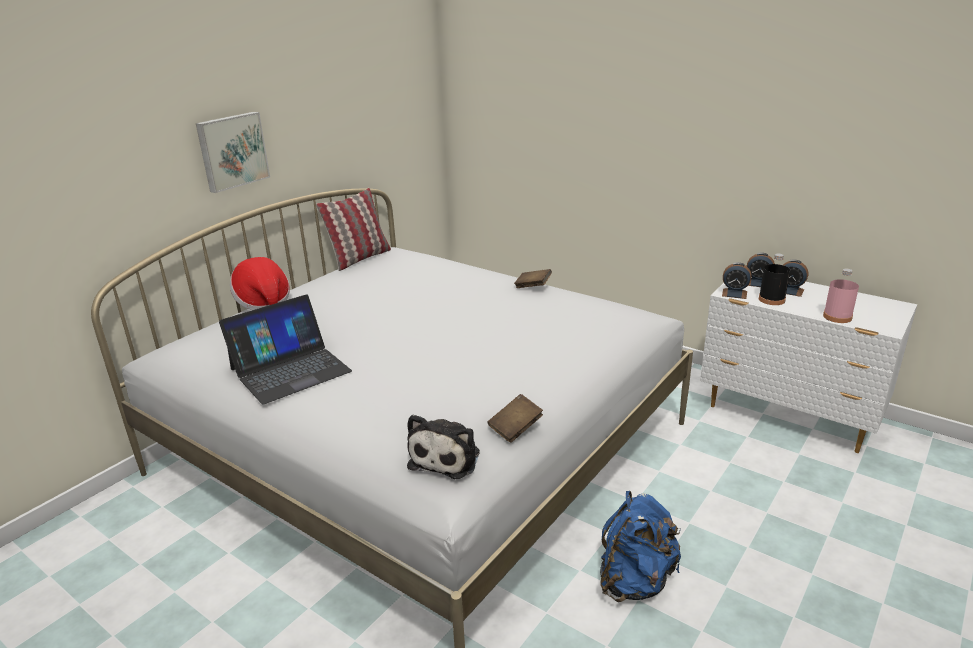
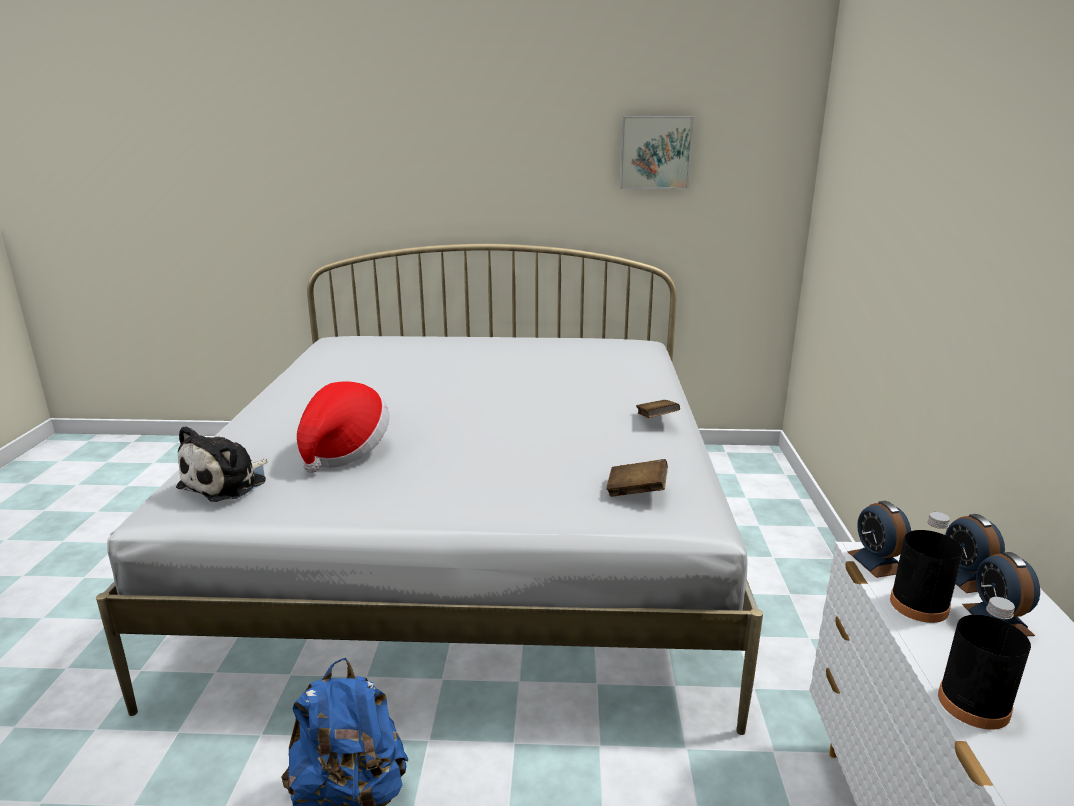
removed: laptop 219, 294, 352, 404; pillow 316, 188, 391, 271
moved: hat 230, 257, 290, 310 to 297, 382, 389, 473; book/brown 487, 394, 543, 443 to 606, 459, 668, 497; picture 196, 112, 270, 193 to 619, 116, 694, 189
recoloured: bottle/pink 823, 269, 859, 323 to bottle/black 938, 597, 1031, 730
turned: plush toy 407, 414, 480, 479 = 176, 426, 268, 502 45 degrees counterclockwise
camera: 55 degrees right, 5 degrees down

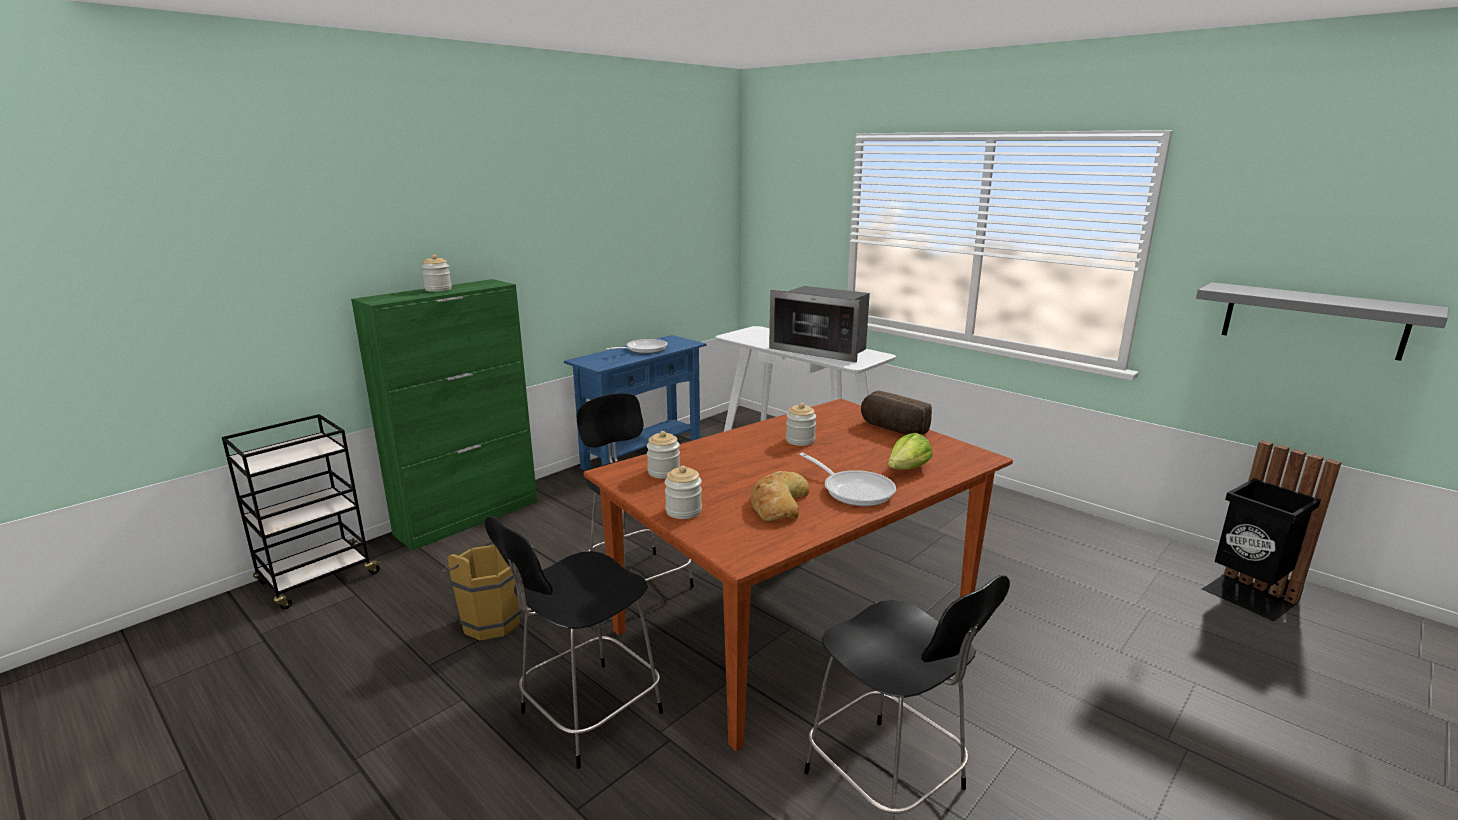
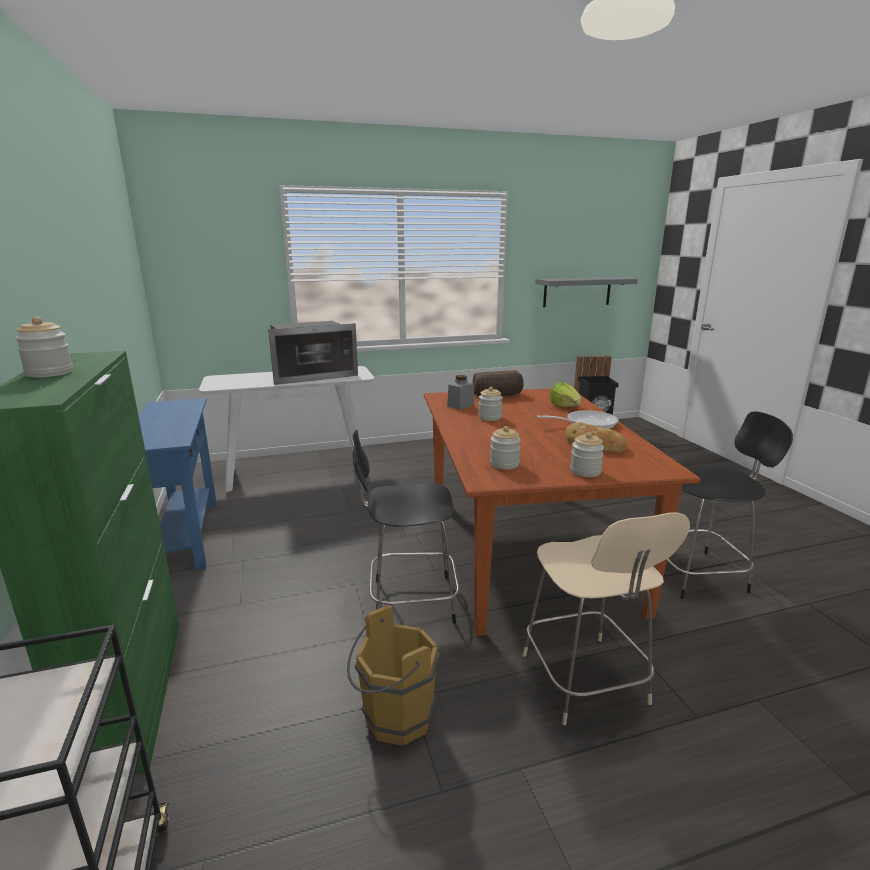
removed: frying pan 606, 339, 668, 353
added: jar/grey 447, 375, 474, 410
recoloured: chair/black 485, 516, 663, 769 to chair/beige 523, 513, 690, 725
camera: 60 degrees left, 0 degrees up

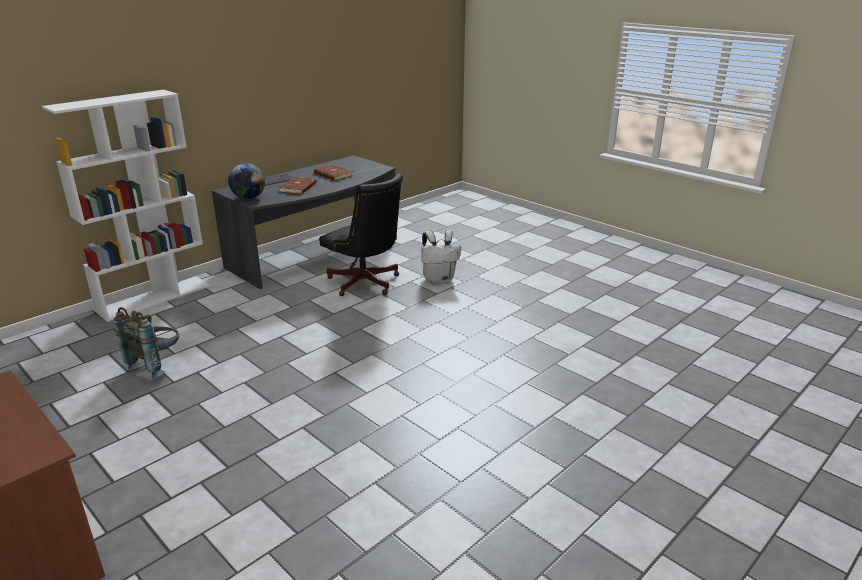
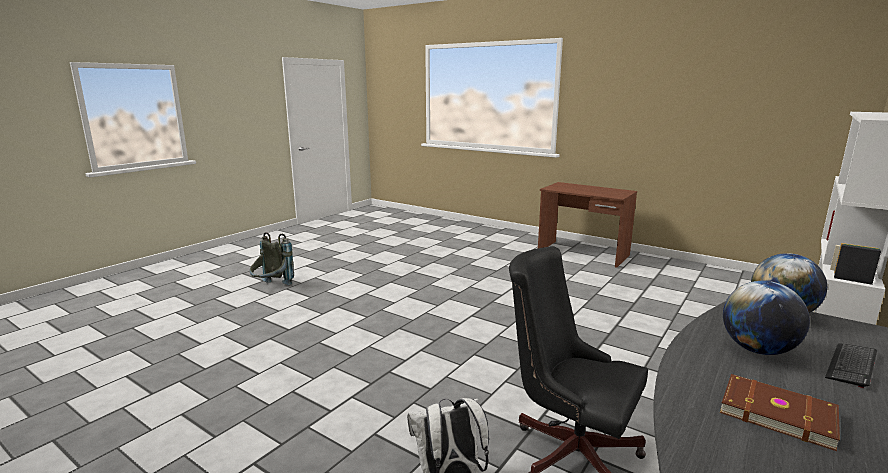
moved: backpack/grey 114, 307, 180, 379 to 250, 232, 294, 285
replaced: book/brown 279, 177, 317, 194 to globe 723, 281, 810, 355
camera: 170 degrees right, 10 degrees down

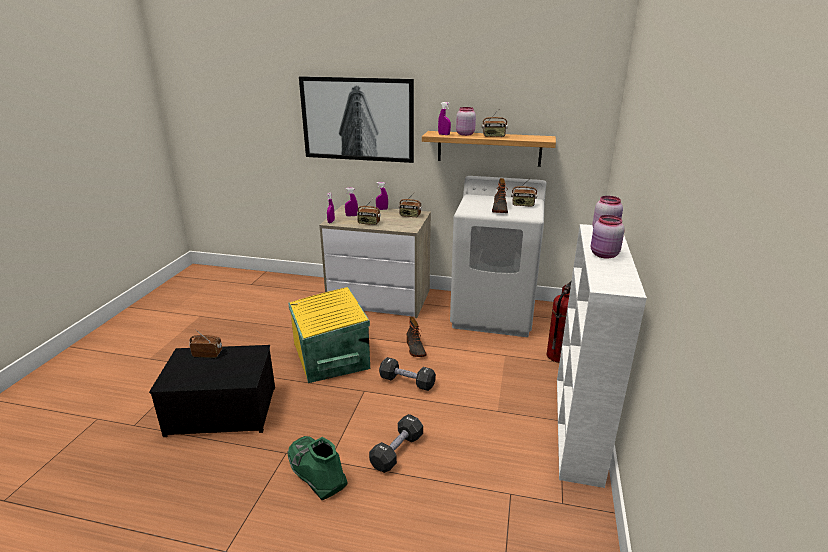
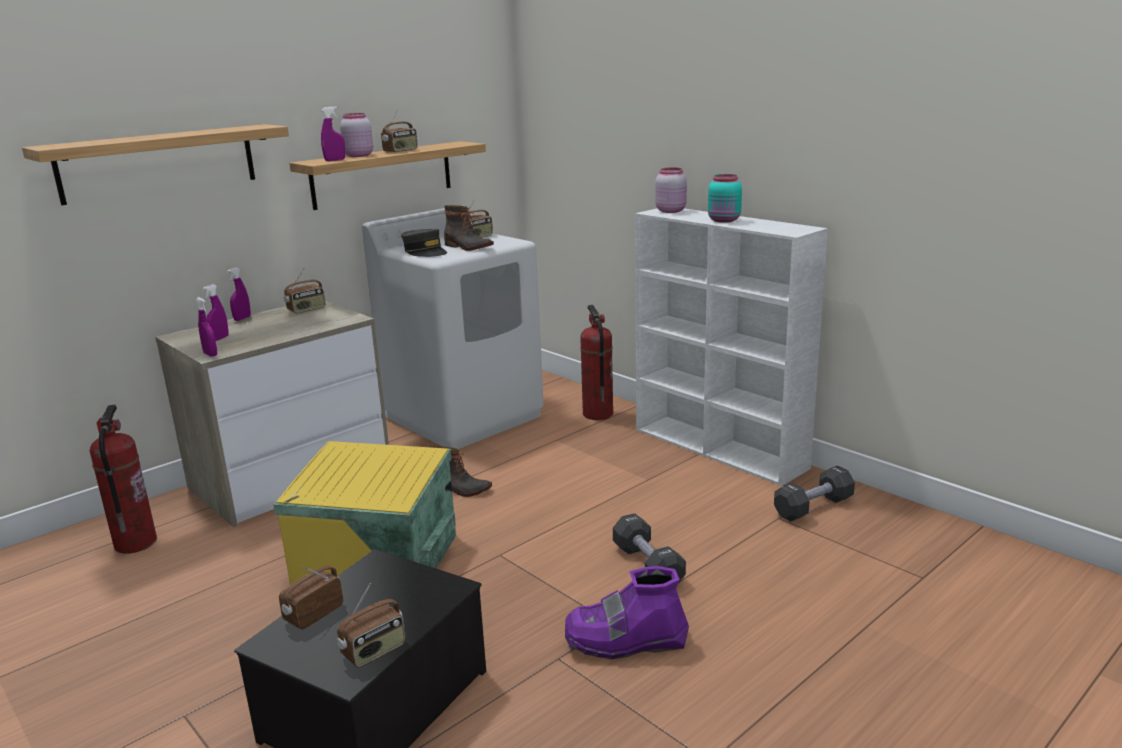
added: fire extinguisher 90, 405, 157, 554; cap/grey 401, 229, 447, 257
moved: radio 357, 199, 381, 225 to 337, 583, 406, 668; dumbbell/black 379, 357, 436, 391 to 774, 466, 855, 522
replaced: picture 299, 76, 414, 163 to shelf 22, 124, 289, 205
recoloured: boot/green 287, 436, 347, 500 to boot/purple 565, 566, 689, 659; jar/pink 591, 215, 625, 259 to jar/turquoise 708, 174, 742, 223
camera: 55 degrees left, 5 degrees down

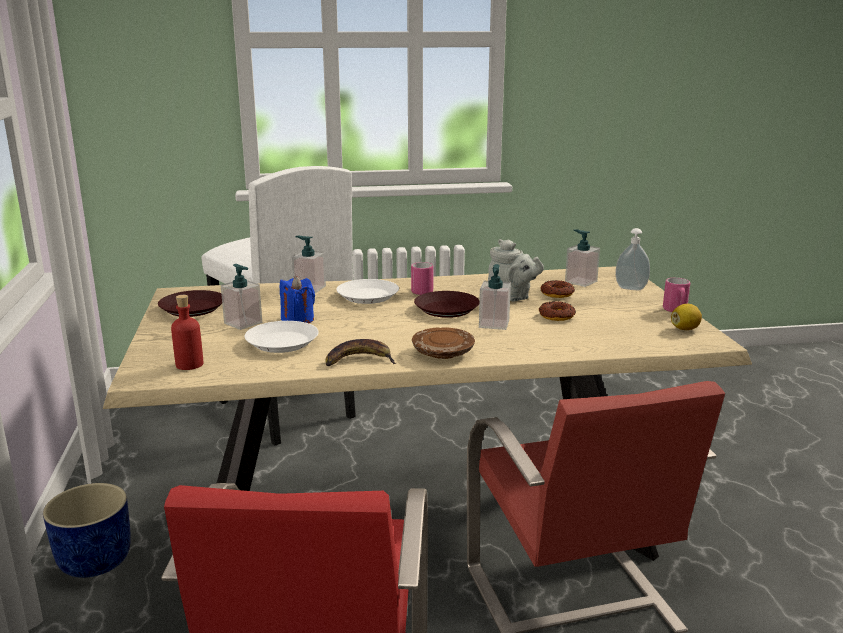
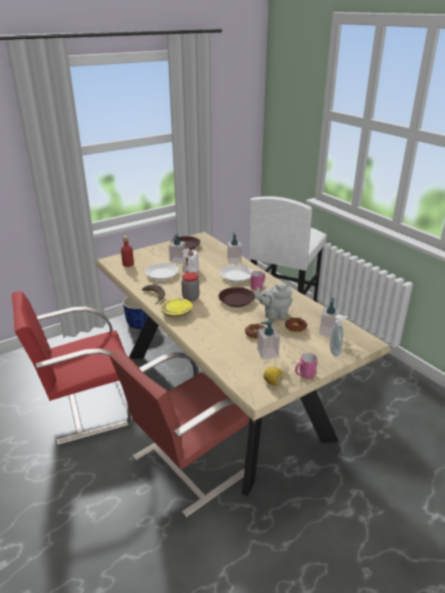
added: jar 181, 272, 199, 301
moved: soap dispenser 479, 264, 511, 330 to 257, 321, 280, 360
recoloured: plate/brown 412, 327, 475, 359 to plate/yellow 160, 298, 193, 317; candle/blue 280, 276, 315, 323 to candle/white 183, 248, 199, 273
turned: teapot/grey 488, 239, 544, 301 = 254, 283, 293, 319 75 degrees clockwise
camera: 65 degrees right, 10 degrees up

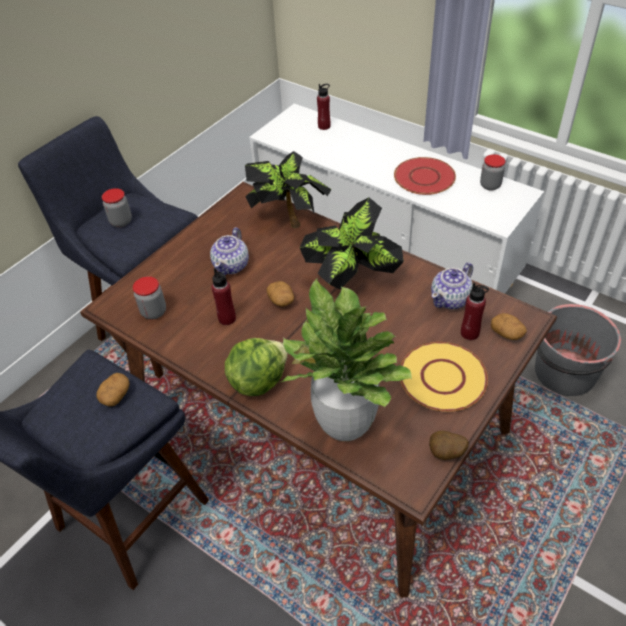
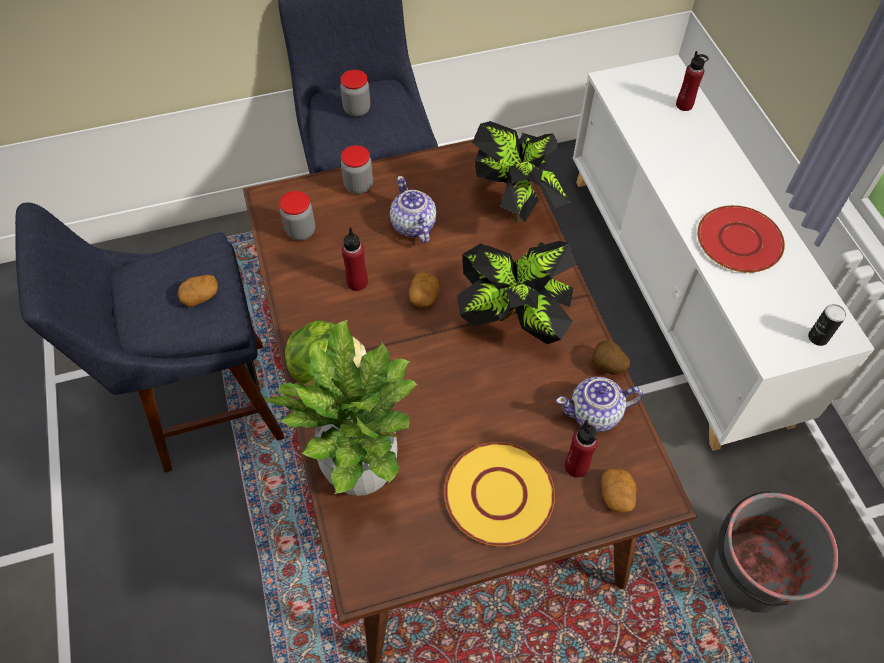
added: can 808, 304, 846, 346
moved: jar 480, 154, 505, 191 to 341, 145, 373, 194; potato 429, 431, 469, 460 to 592, 341, 630, 375
turned: teapot 210, 227, 249, 275 = 390, 176, 437, 243 105 degrees clockwise
camera: 35 degrees right, 10 degrees up

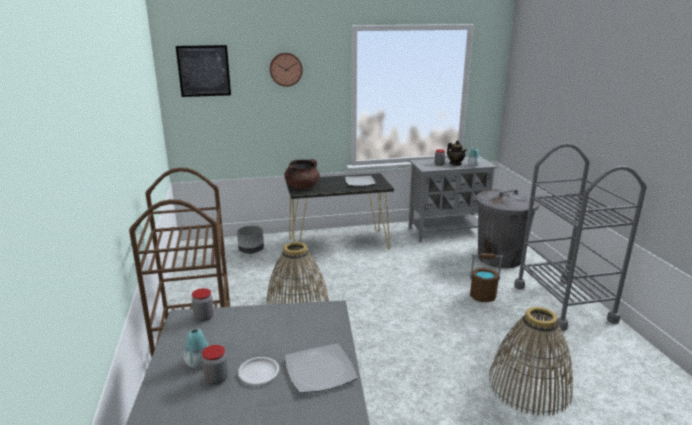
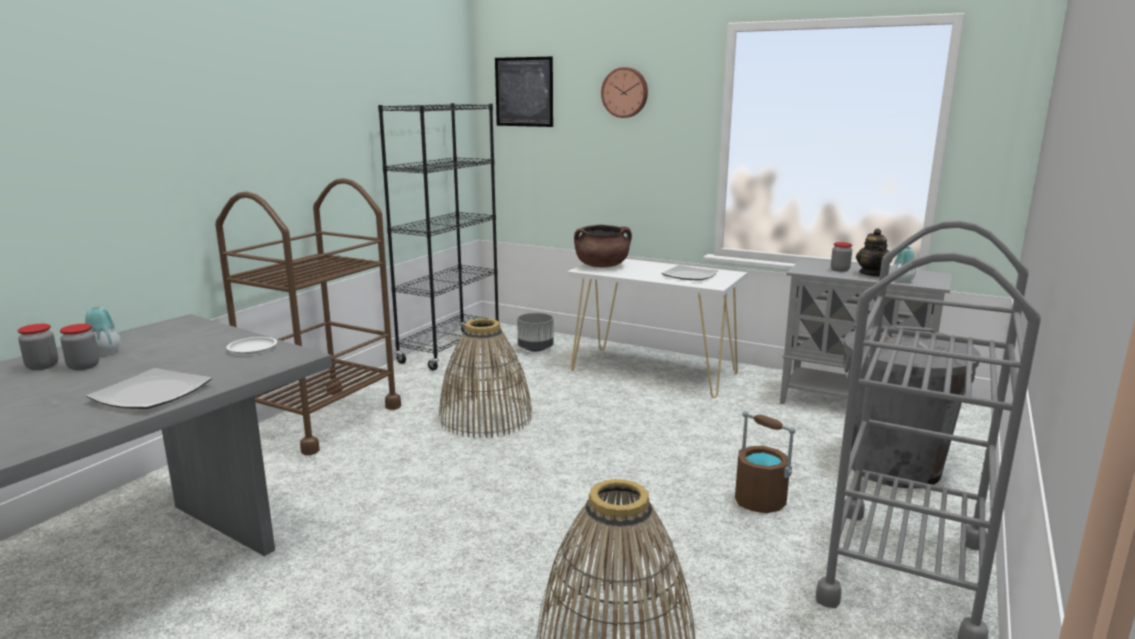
added: bookcase/black 378, 103, 499, 370
moved: jar 192, 288, 214, 321 to 18, 324, 58, 370; plate/white 238, 357, 279, 384 to 227, 337, 277, 354
recoloured: console table/black 286, 173, 394, 250 to console table/white 567, 259, 748, 398
camera: 40 degrees right, 5 degrees down

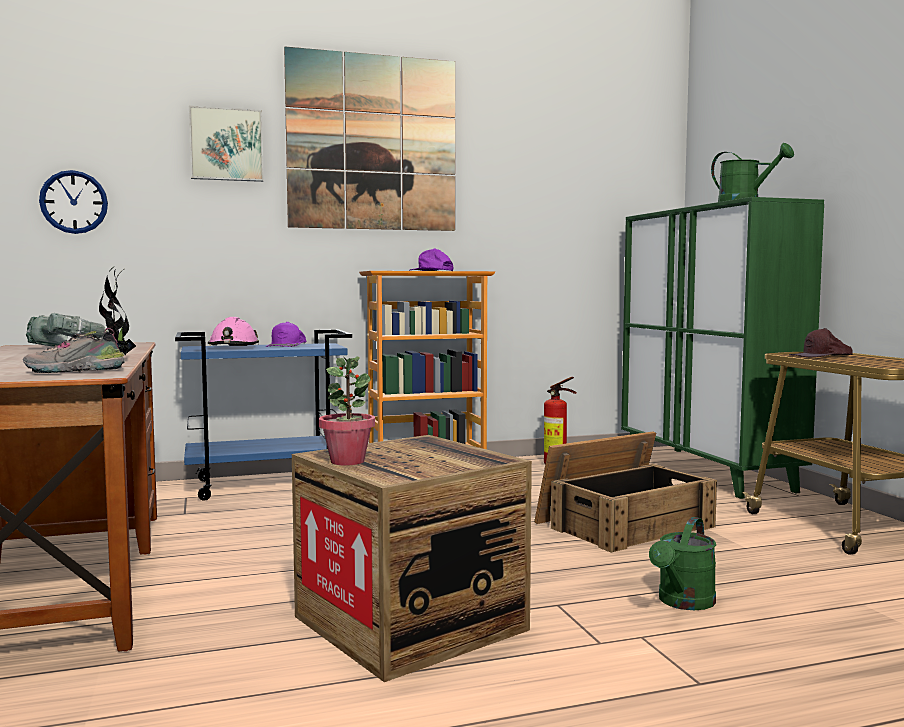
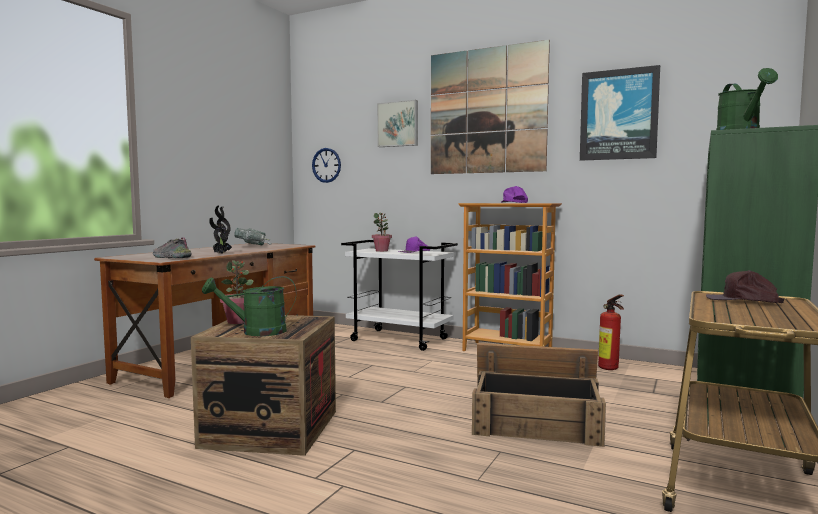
added: picture 580, 65, 660, 161
moved: watering can/green 649, 517, 716, 610 to 202, 276, 296, 336
replaced: hard hat/pink 208, 317, 259, 346 to potted plant 372, 213, 392, 252
recoloured: cart/blue 175, 330, 352, 501 to cart/white 341, 240, 458, 351
camera: 45 degrees right, 0 degrees up

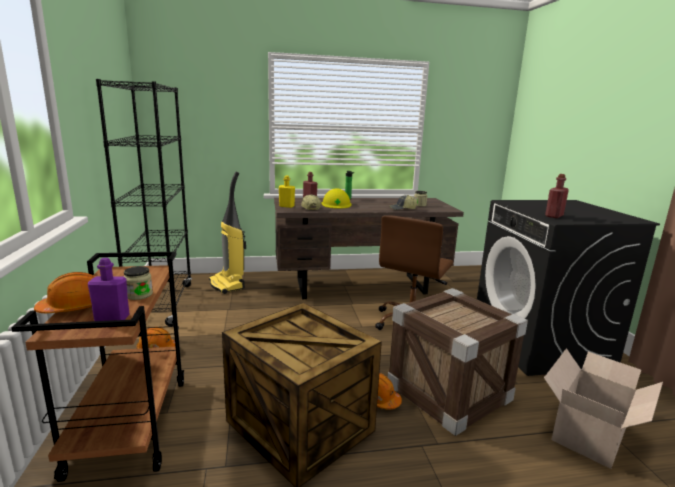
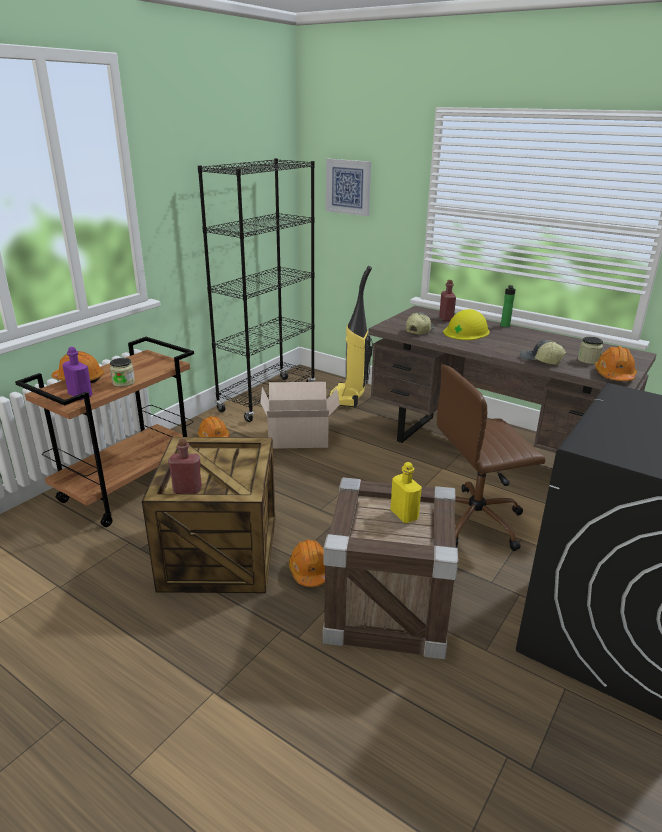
added: picture 326, 159, 371, 216; hard hat/orange 595, 346, 637, 381
moved: bottle/red 545, 174, 569, 218 to 168, 439, 202, 494; cardboard box 544, 348, 663, 469 to 260, 382, 340, 449; bottle/yellow 279, 176, 295, 208 to 390, 462, 422, 523
camera: 45 degrees right, 10 degrees up

